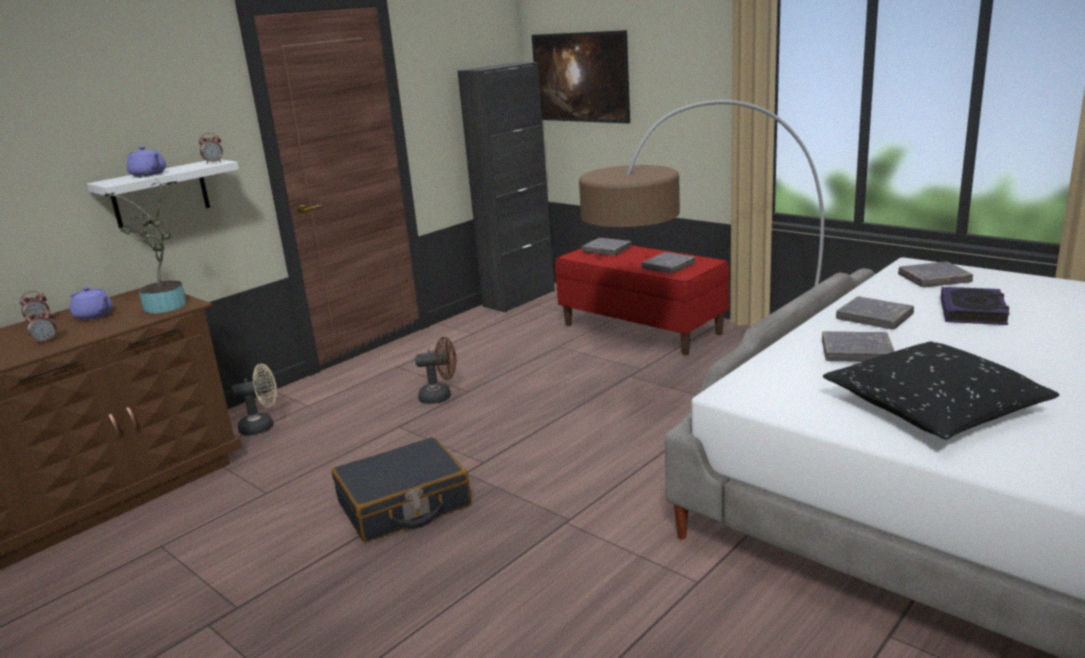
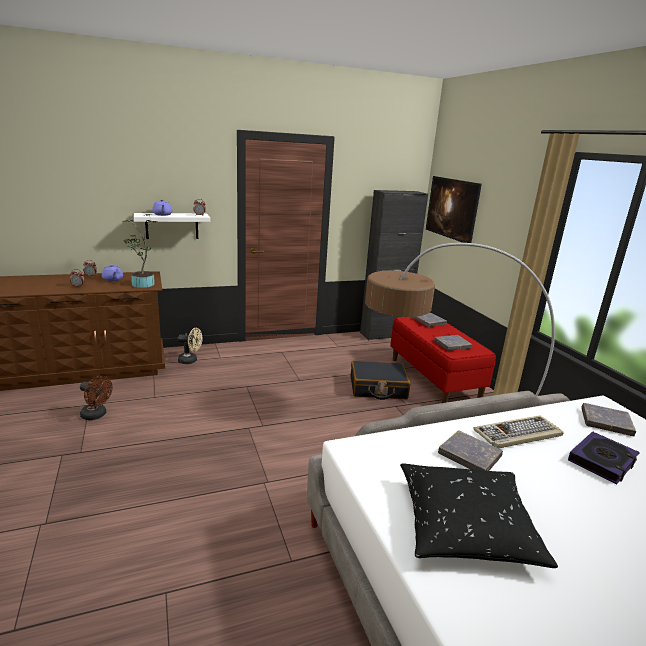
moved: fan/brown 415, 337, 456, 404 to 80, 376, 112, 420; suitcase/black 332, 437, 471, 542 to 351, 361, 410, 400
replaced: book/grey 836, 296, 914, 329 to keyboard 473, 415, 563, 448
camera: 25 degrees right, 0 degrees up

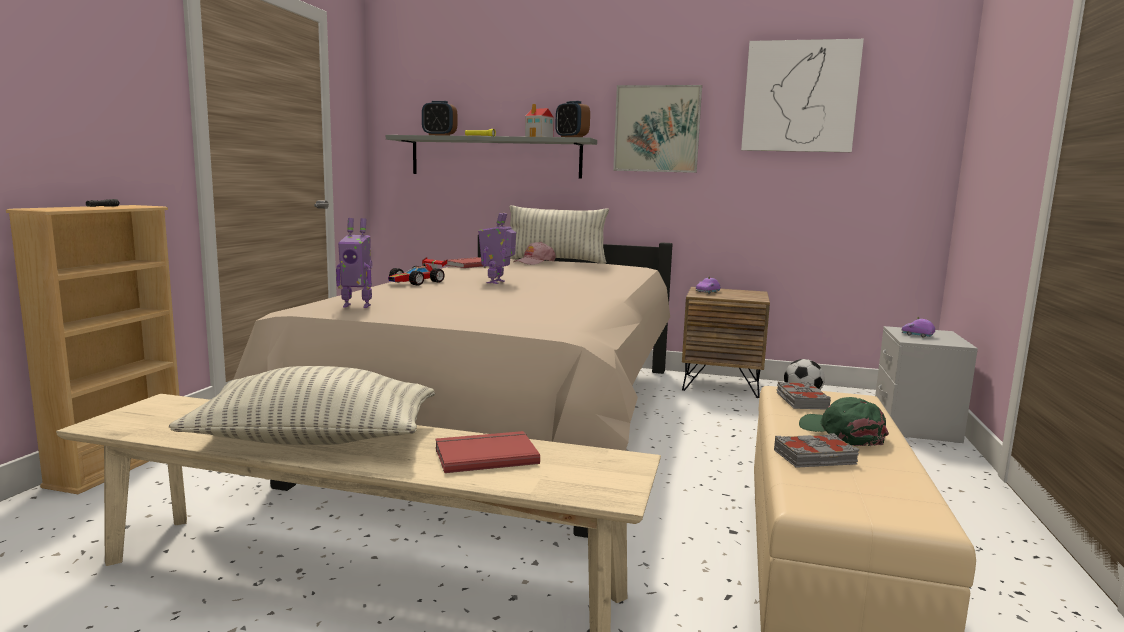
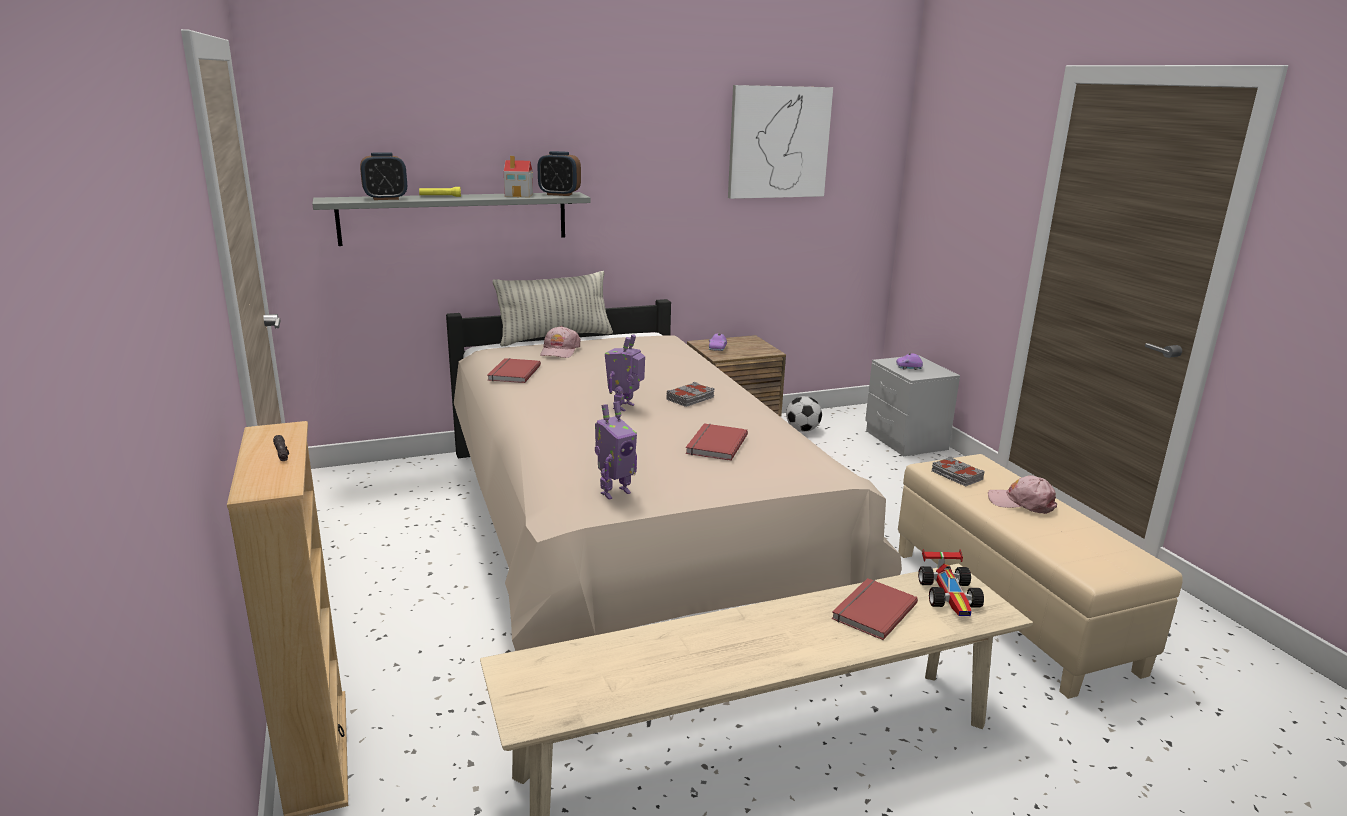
removed: pillow 169, 366, 435, 445; picture 613, 85, 702, 173
added: book/red 685, 423, 748, 461
moved: book/grey 774, 433, 860, 468 to 666, 382, 715, 407; toy car 388, 257, 447, 286 to 918, 549, 984, 616
recoloured: cap/green 799, 397, 889, 446 to cap/pink 988, 475, 1057, 514
turned: toy robot 478, 213, 516, 284 = 605, 334, 645, 411 45 degrees clockwise
camera: 35 degrees left, 10 degrees up

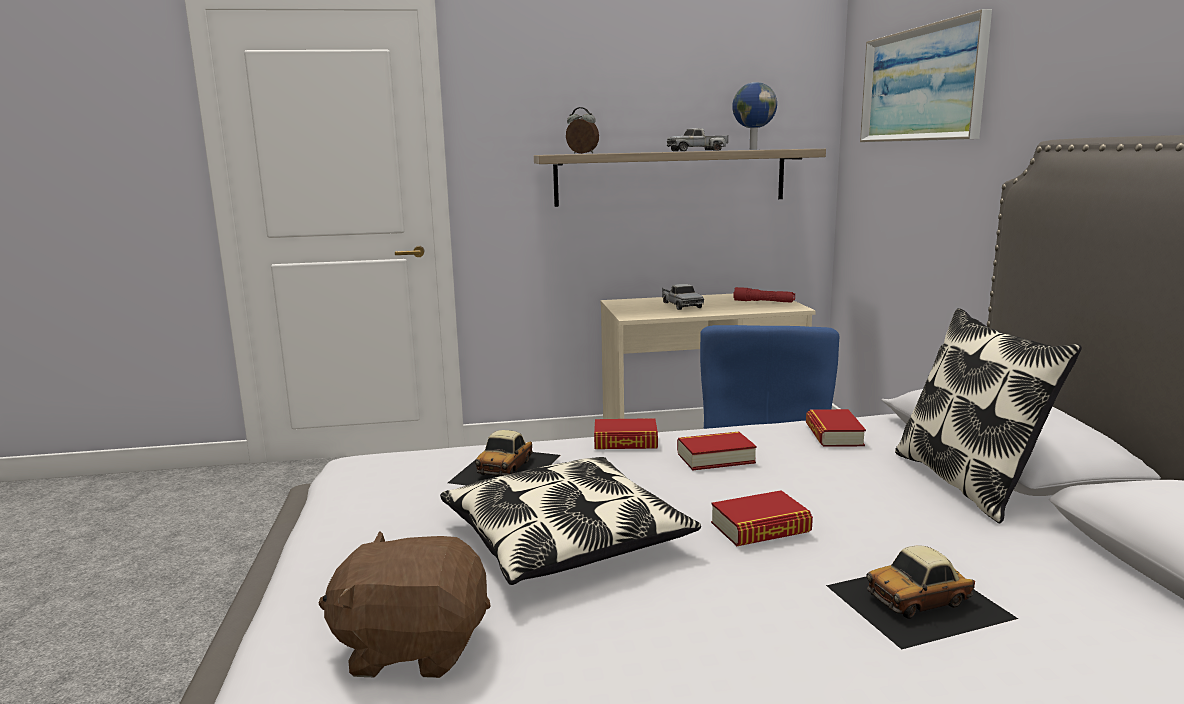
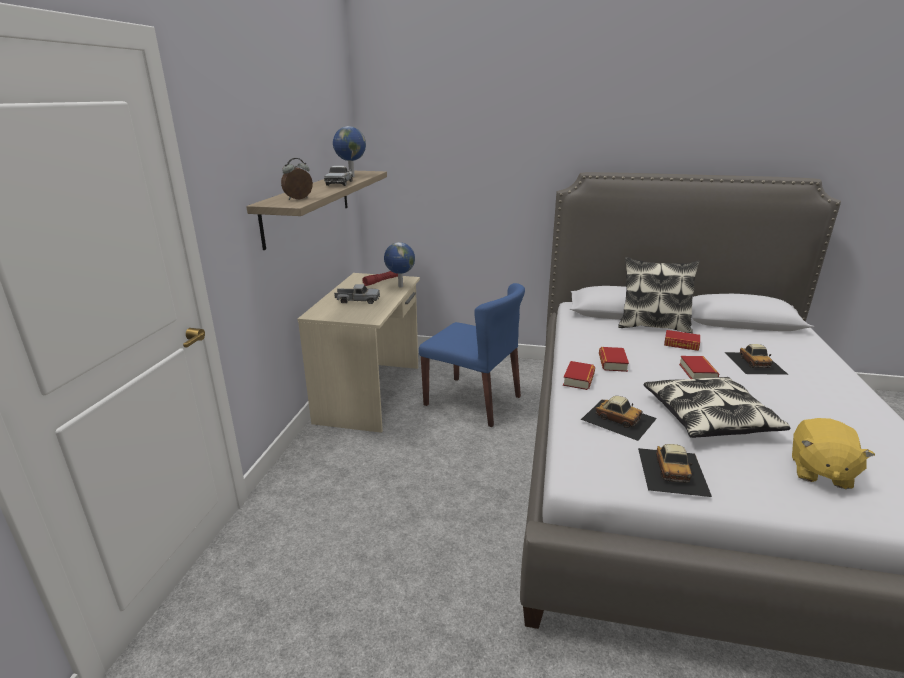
removed: picture 860, 9, 992, 142
added: globe 384, 242, 415, 288; toy car 638, 444, 712, 497
moved: book 806, 409, 866, 447 to 664, 330, 700, 351
recoloured: plush toy/brown 319, 531, 491, 678 to plush toy/yellow 792, 418, 875, 489
camera: 70 degrees left, 10 degrees up

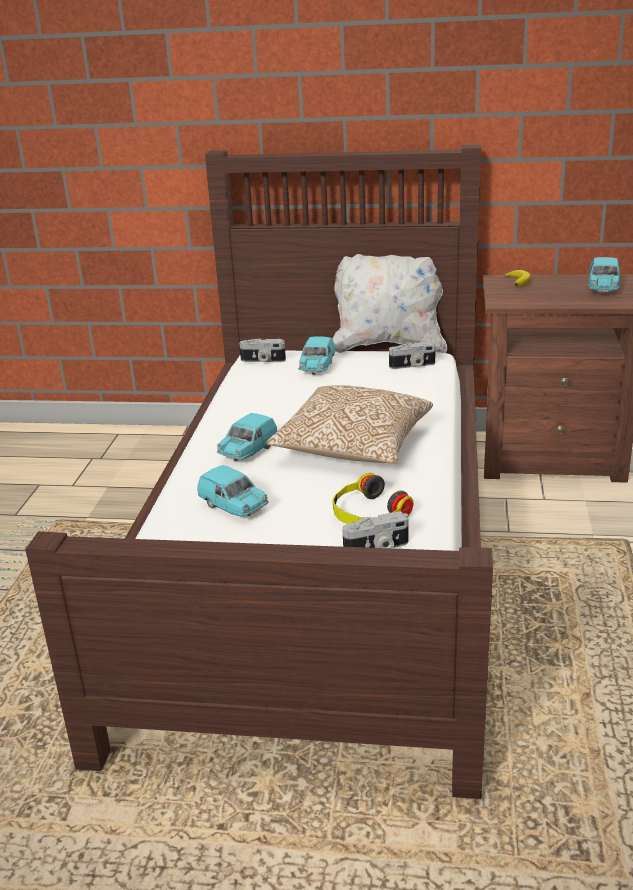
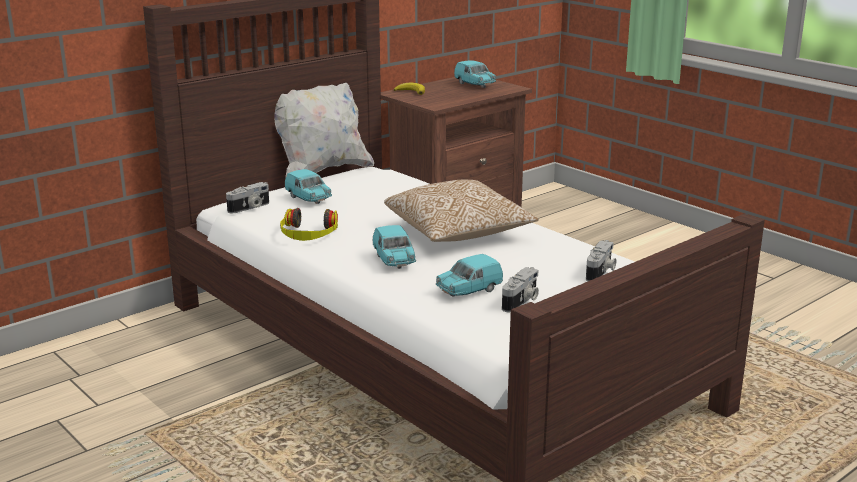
moved: headphones 333, 473, 413, 524 to 280, 208, 338, 241; photo camera 389, 341, 436, 369 to 502, 267, 539, 312
turned: toy car/turquoise 197, 465, 268, 517 = 436, 254, 503, 297 150 degrees clockwise
camera: 50 degrees left, 5 degrees down

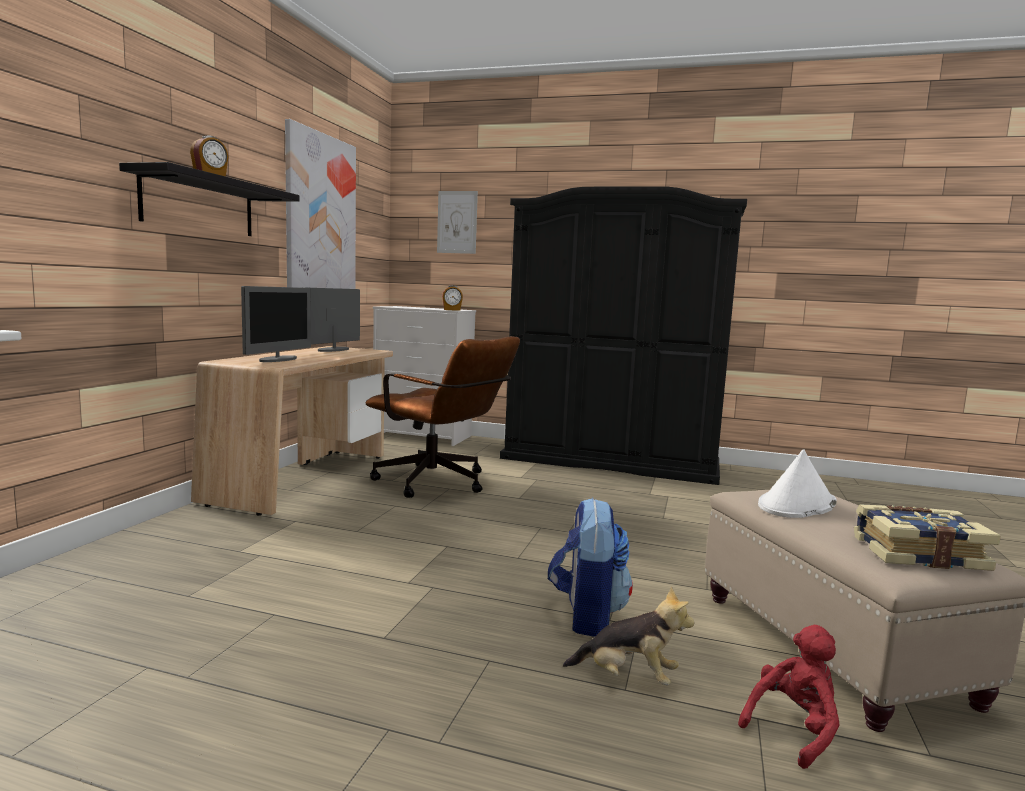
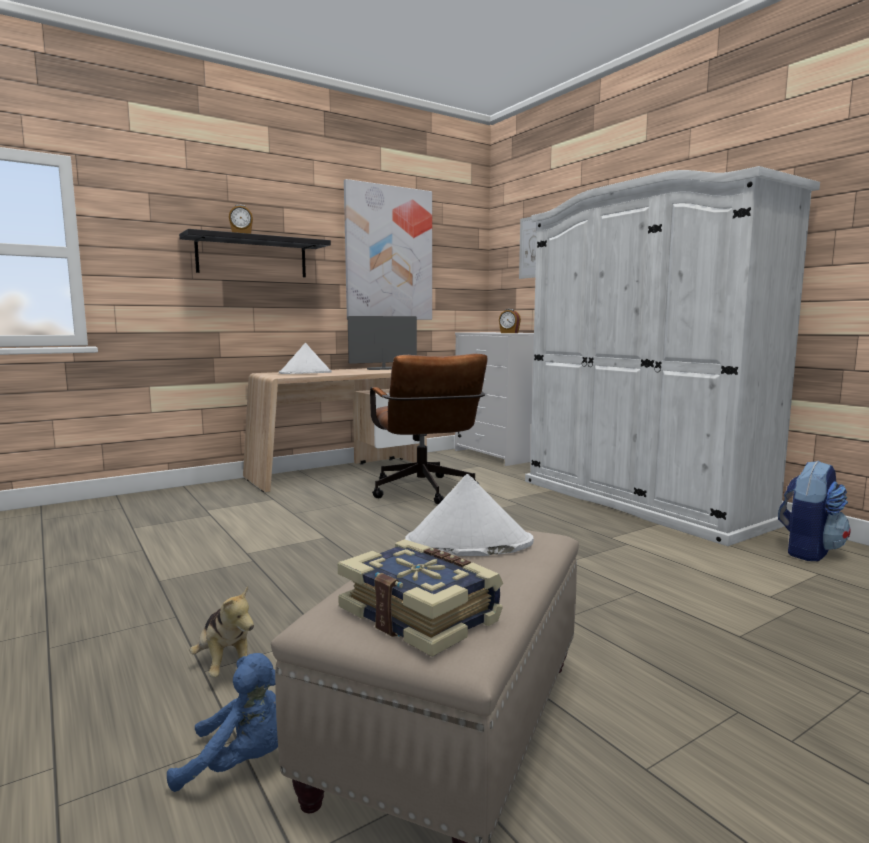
moved: backpack 548, 498, 633, 637 to 778, 460, 851, 561
replaced: monitor 241, 286, 311, 362 to hat/white 279, 343, 332, 374
recoloured: plush toy/red 738, 625, 839, 769 to plush toy/blue 167, 653, 278, 792; wardrobe/black 500, 186, 747, 485 to wardrobe/white 525, 166, 820, 546
camera: 40 degrees right, 0 degrees up

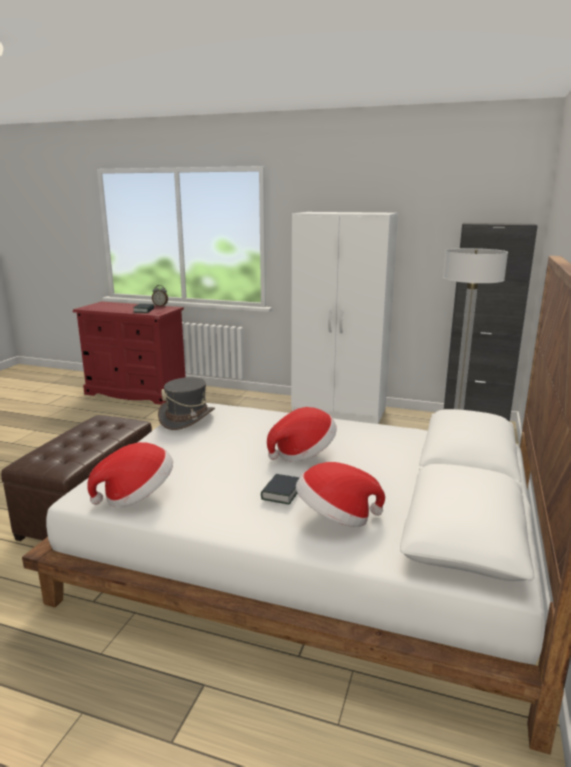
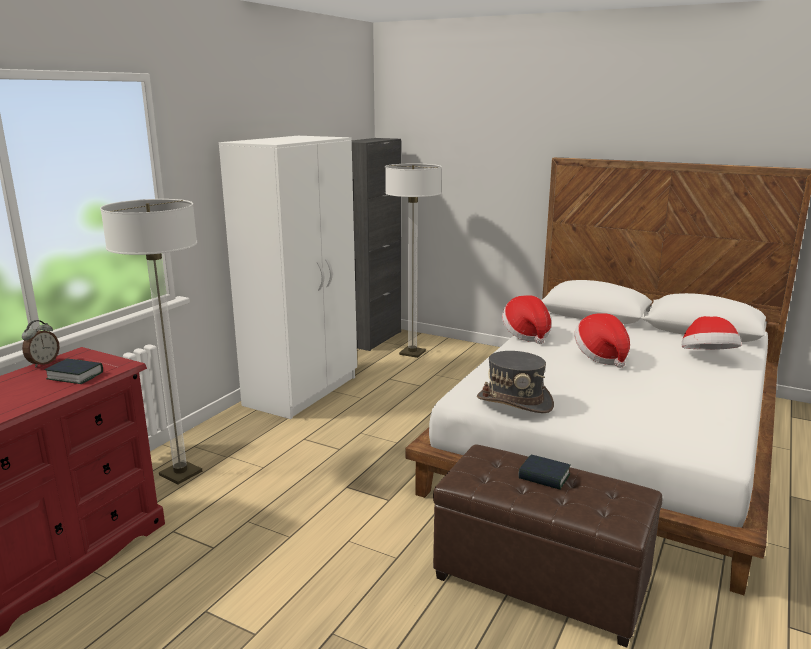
added: floor lamp 100, 199, 202, 484
moved: hat 87, 442, 173, 508 to 502, 296, 552, 344; book 261, 474, 299, 504 to 519, 455, 571, 490
camera: 80 degrees left, 0 degrees up

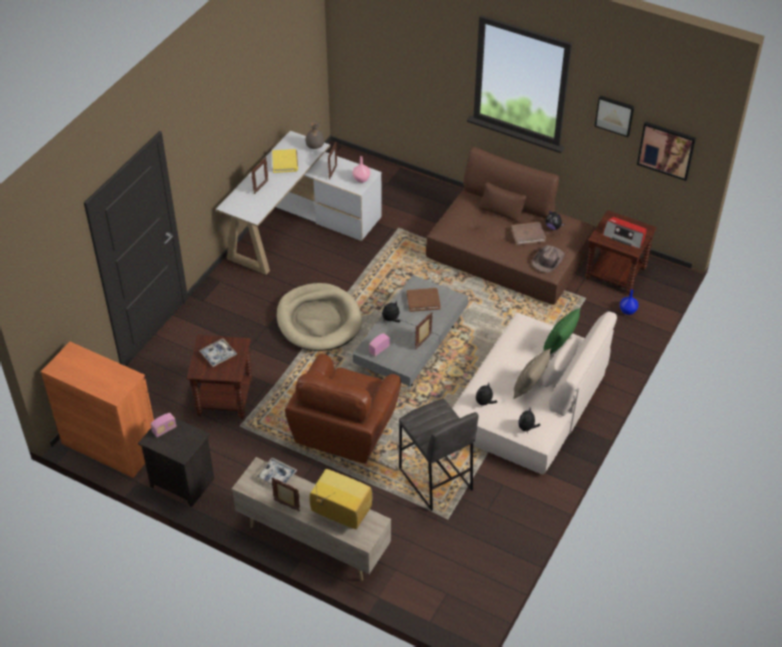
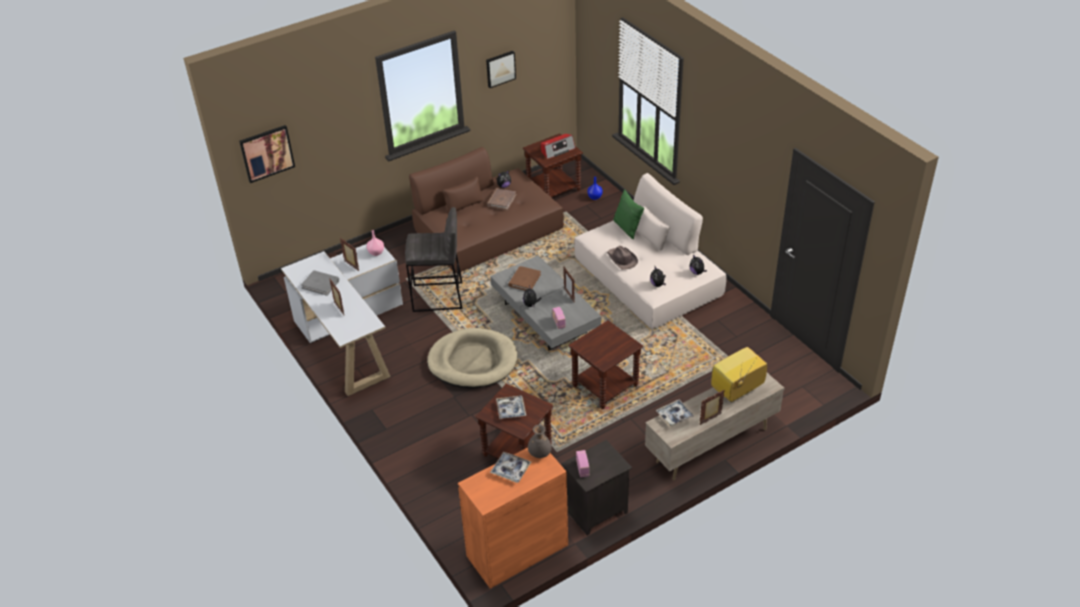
removed: pillow/beige 513, 348, 551, 399
added: tray 490, 452, 531, 483
moved: picture 637, 121, 696, 181 to 239, 125, 295, 183; stool/grey 399, 398, 479, 511 to 405, 207, 463, 312; vase/grey 305, 121, 324, 149 to 528, 424, 551, 458; hat/brown 532, 245, 565, 273 to 607, 246, 638, 270
replaced: armchair/brown 285, 354, 401, 464 to side table/brown 569, 320, 643, 409
recoloured: book/yellow 272, 149, 298, 173 to book/grey 301, 270, 339, 296
camera: 60 degrees left, 5 degrees down

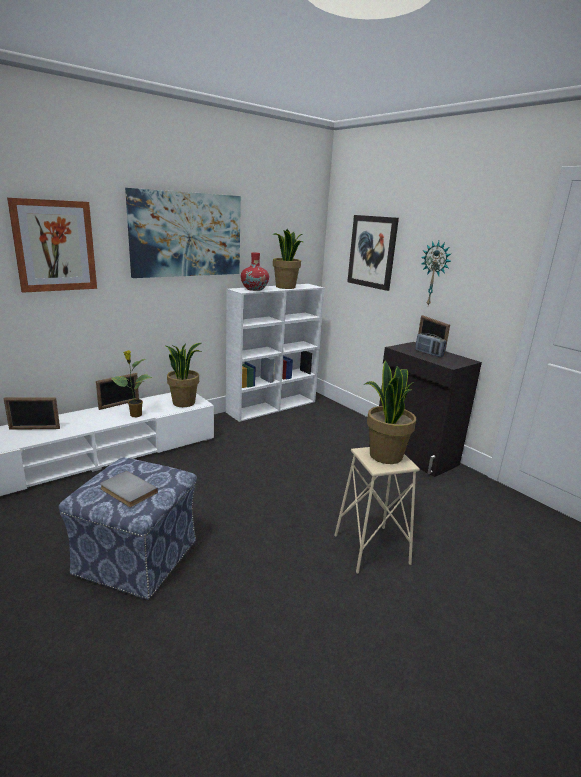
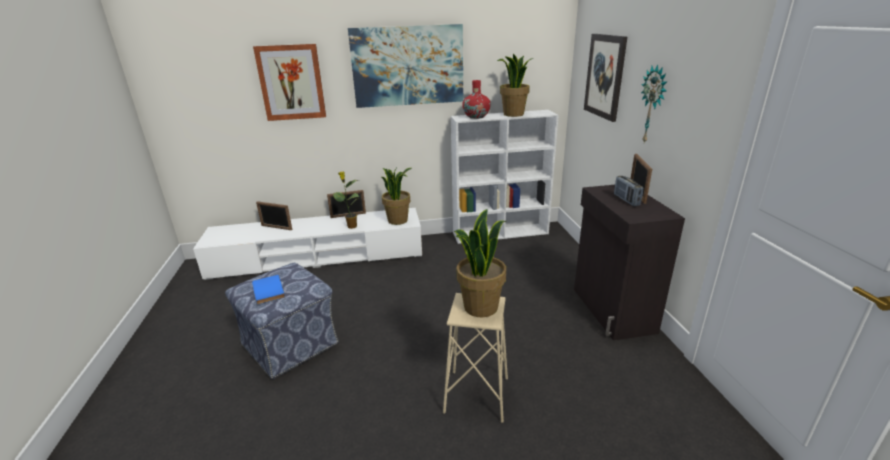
recoloured: book/grey 100, 471, 158, 507 to book/blue 252, 275, 285, 305
camera: 30 degrees right, 5 degrees up

